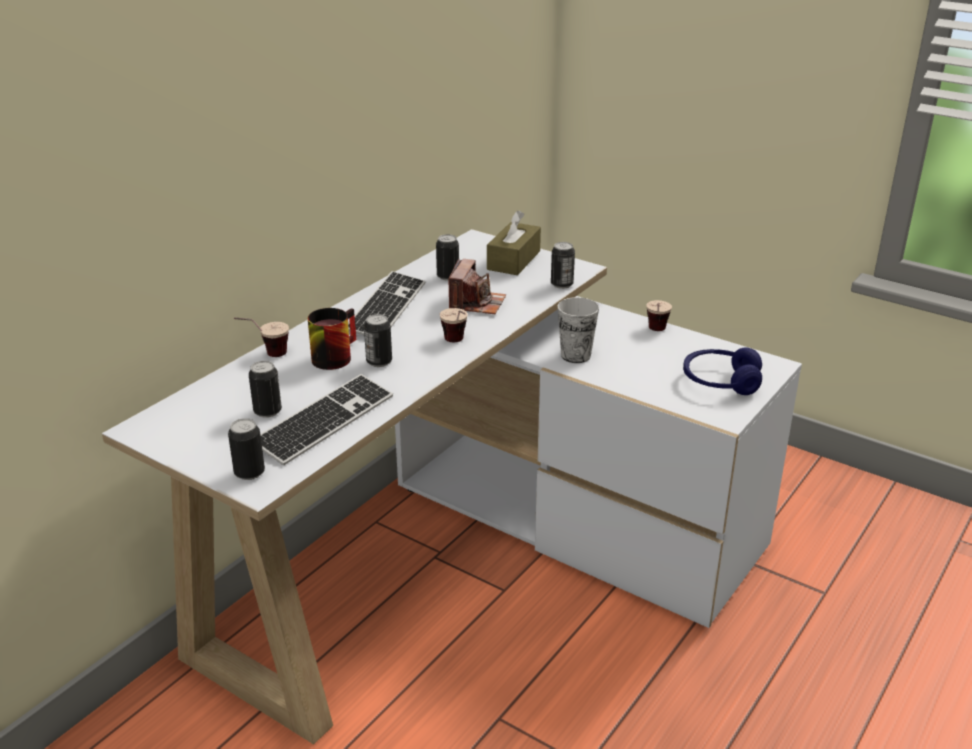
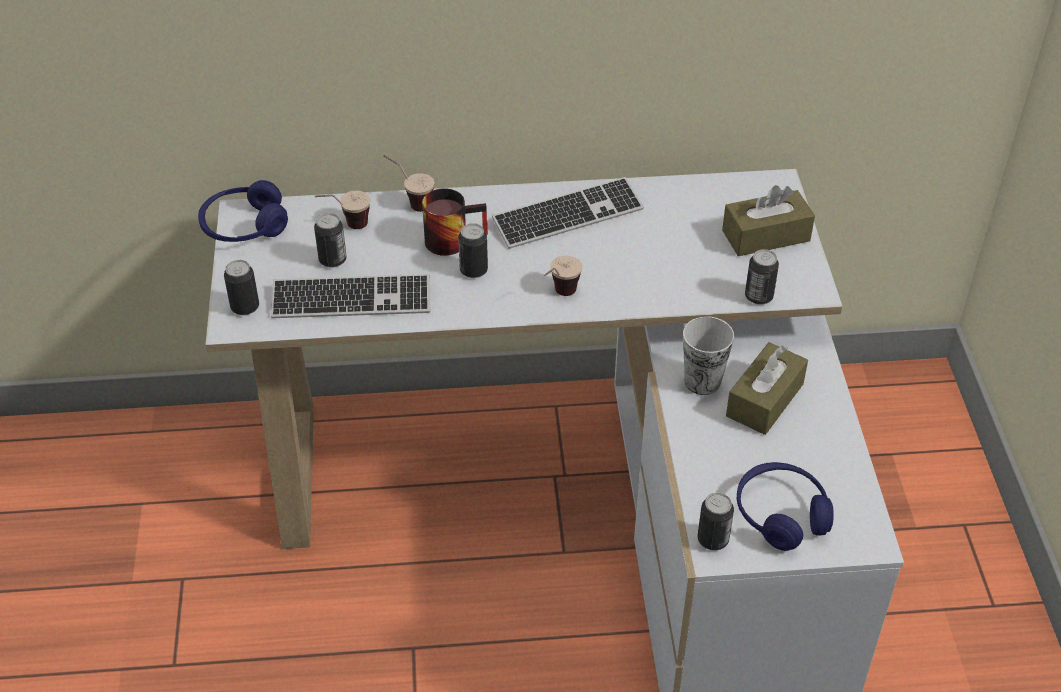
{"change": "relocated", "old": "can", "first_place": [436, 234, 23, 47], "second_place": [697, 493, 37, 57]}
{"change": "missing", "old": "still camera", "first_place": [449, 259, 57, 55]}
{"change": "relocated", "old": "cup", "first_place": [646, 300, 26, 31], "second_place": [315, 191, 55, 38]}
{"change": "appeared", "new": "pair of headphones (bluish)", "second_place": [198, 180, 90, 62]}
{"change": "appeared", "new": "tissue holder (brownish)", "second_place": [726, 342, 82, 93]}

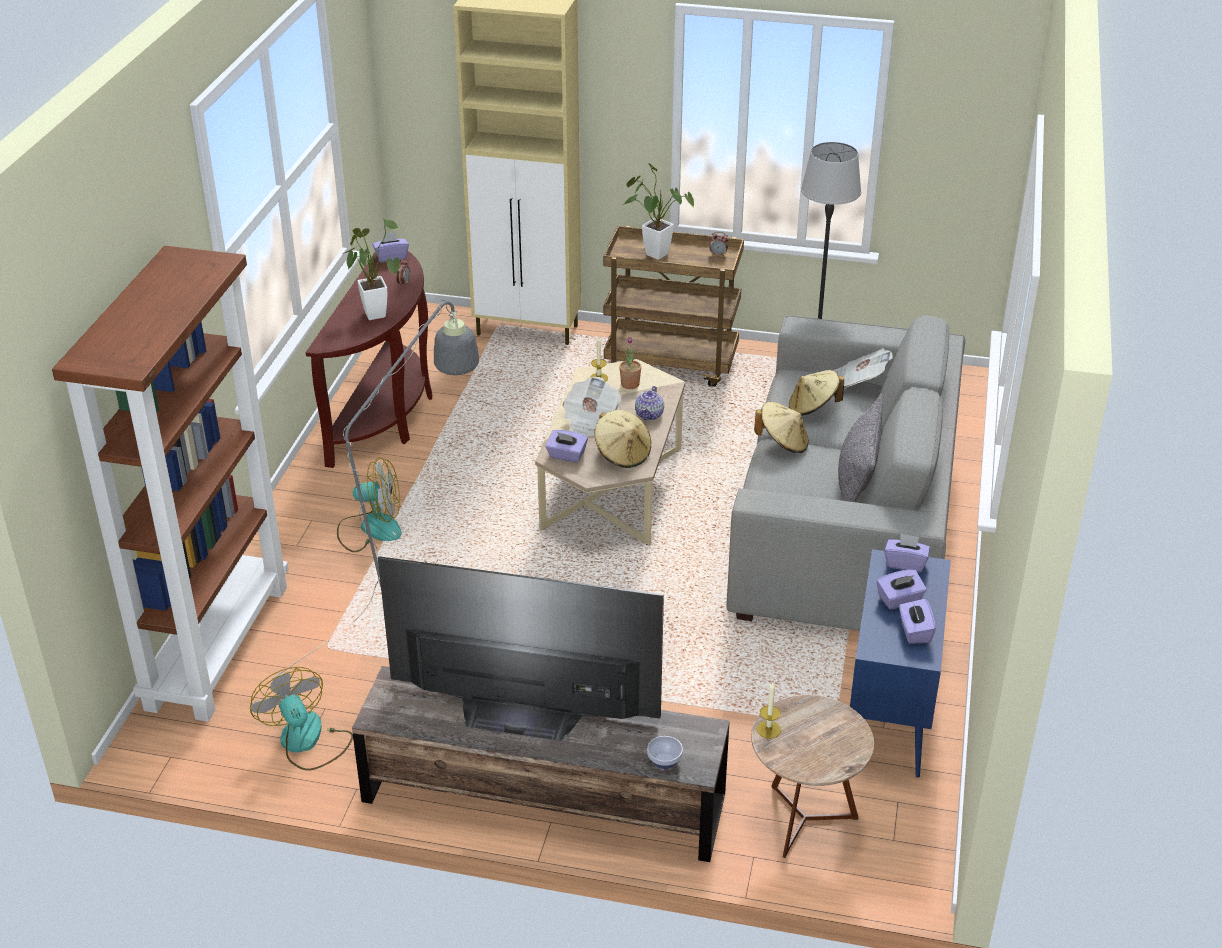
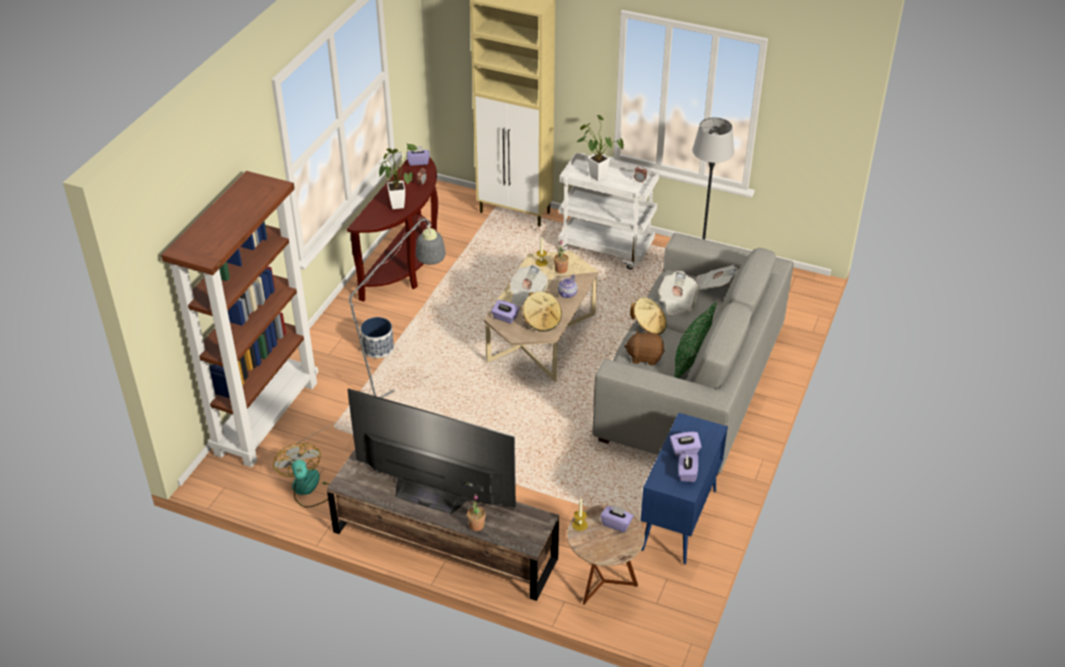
{"change": "colour", "old": "cart (brownish)", "new": "cart (white-coloured)", "first_place": [603, 226, 141, 161], "second_place": [559, 153, 101, 117]}
{"change": "exchanged", "old": "clothing hat (beige-coloured)", "new": "newspaper", "first_place": [789, 370, 55, 46], "second_place": [658, 271, 41, 44]}
{"change": "colour", "old": "throw pillow (gray)", "new": "throw pillow (greenish)", "first_place": [838, 393, 46, 109], "second_place": [675, 302, 42, 76]}
{"change": "exchanged", "old": "cooling fan", "new": "flower pot", "first_place": [337, 457, 65, 95], "second_place": [360, 317, 34, 41]}
{"change": "relocated", "old": "tissue holder (purplish)", "first_place": [884, 533, 46, 39], "second_place": [600, 505, 34, 28]}
{"change": "missing", "old": "bowl", "first_place": [647, 736, 36, 33]}
{"change": "appeared", "new": "cuddly toy (brownish)", "second_place": [624, 330, 41, 36]}
{"change": "appeared", "new": "houseplant", "second_place": [467, 494, 19, 37]}

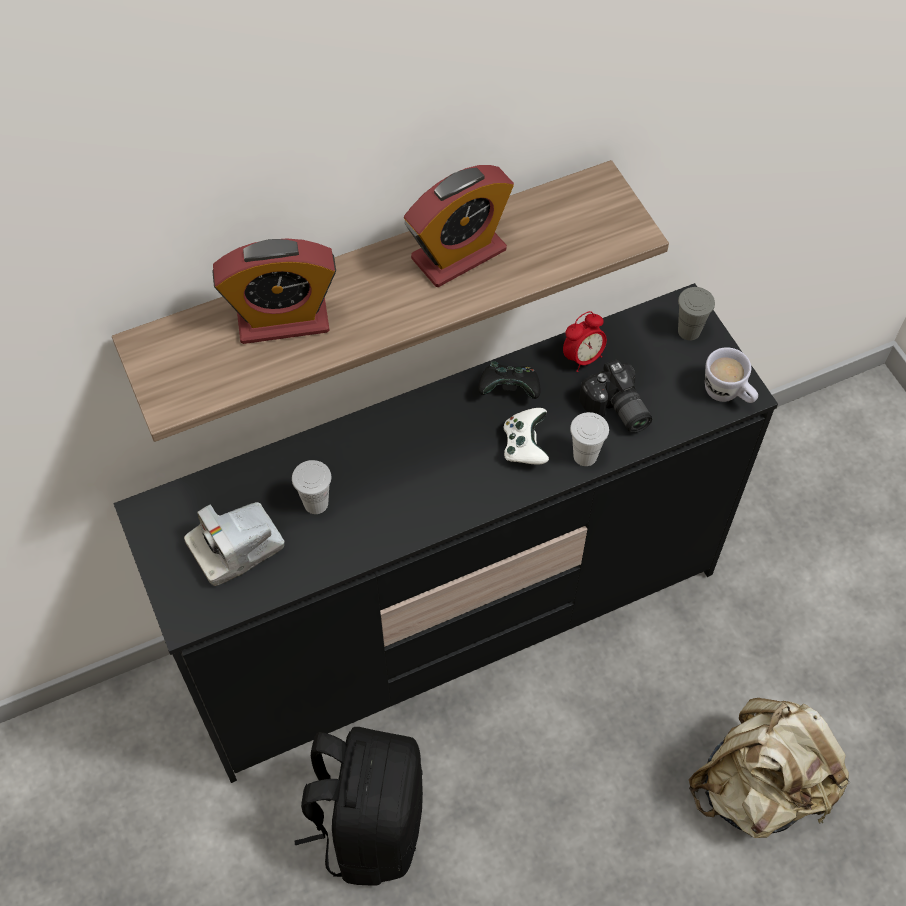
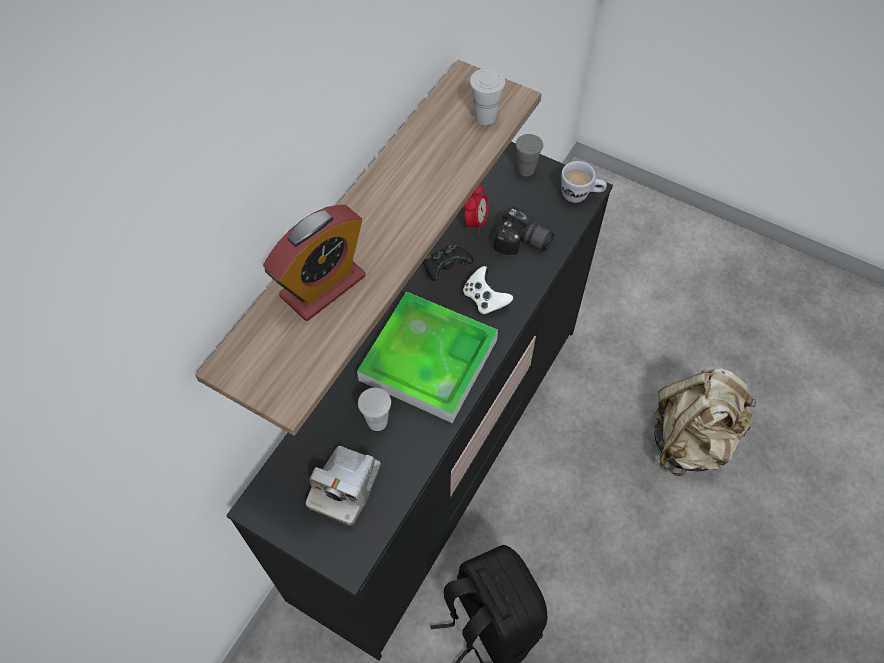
{"change": "missing", "old": "table clock", "first_place": [404, 165, 110, 122]}
{"change": "relocated", "old": "cup (white-coloured)", "first_place": [570, 412, 39, 54], "second_place": [470, 68, 36, 57]}
{"change": "appeared", "new": "carrying tray", "second_place": [357, 291, 141, 132]}

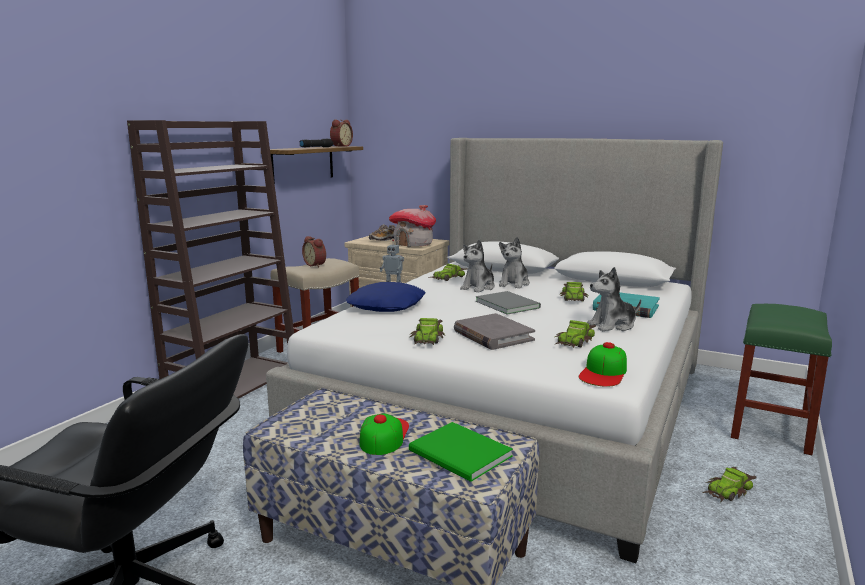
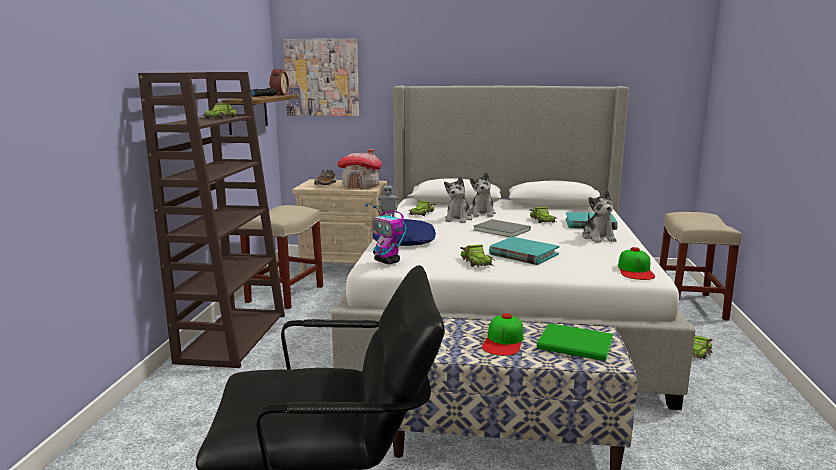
{"change": "missing", "old": "table clock", "first_place": [302, 236, 24, 31]}
{"change": "spun", "old": "cuddly toy", "first_place": [587, 267, 54, 65], "second_place": [582, 190, 35, 53], "degrees": -60}
{"change": "colour", "old": "stool (greenish)", "new": "stool (beige-coloured)", "first_place": [731, 304, 101, 151], "second_place": [659, 212, 82, 109]}
{"change": "colour", "old": "book (gray)", "new": "book (turquoise)", "first_place": [454, 313, 81, 37], "second_place": [489, 237, 70, 28]}
{"change": "relocated", "old": "toy car", "first_place": [554, 320, 42, 28], "second_place": [202, 103, 36, 16]}
{"change": "spun", "old": "cap", "first_place": [360, 413, 49, 42], "second_place": [482, 313, 41, 43], "degrees": -150}
{"change": "appeared", "new": "picture", "second_place": [283, 39, 76, 77]}
{"change": "appeared", "new": "model robot", "second_place": [365, 203, 41, 61]}

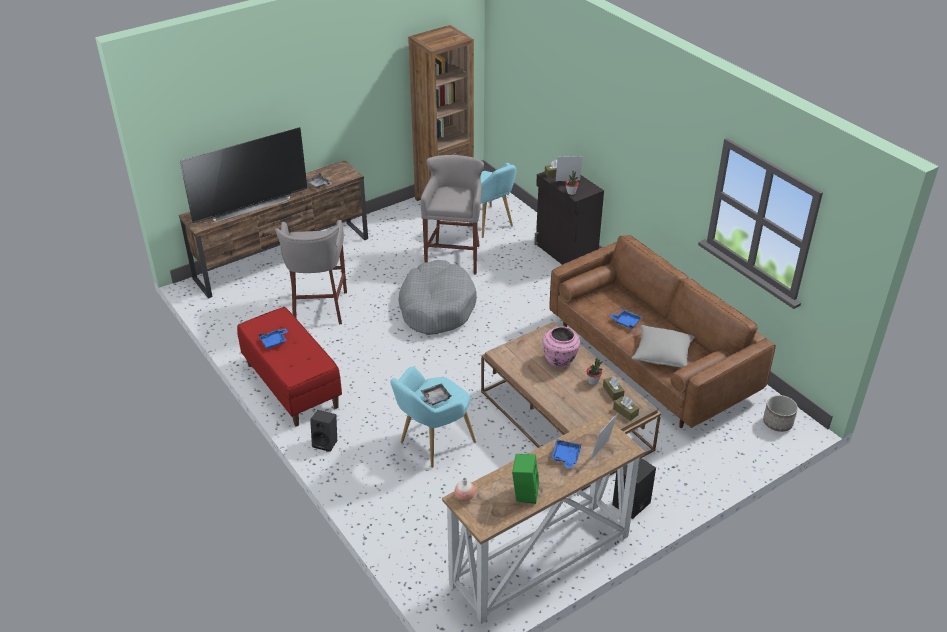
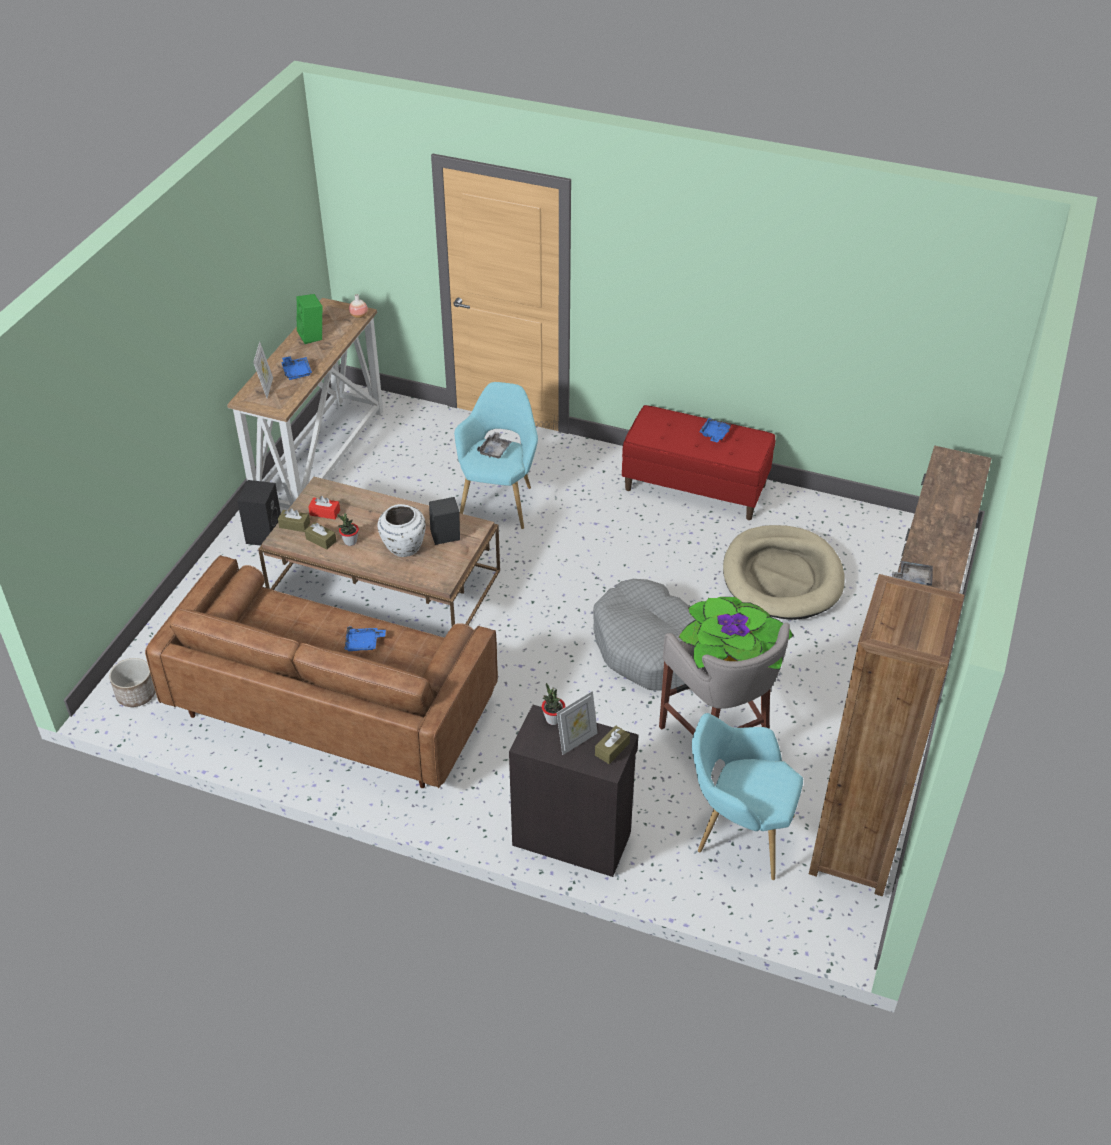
{"change": "missing", "old": "TV set", "first_place": [180, 127, 128, 96]}
{"change": "exchanged", "old": "stool (gray)", "new": "pet bed (beige-coloured)", "first_place": [275, 220, 72, 104], "second_place": [723, 525, 122, 95]}
{"change": "missing", "old": "throw pillow (gray)", "first_place": [632, 325, 63, 43]}
{"change": "colour", "old": "flower vase (pink-coloured)", "new": "flower vase (white-coloured)", "first_place": [542, 326, 38, 42], "second_place": [378, 504, 48, 53]}
{"change": "relocated", "old": "speaker (blackish)", "first_place": [310, 410, 27, 42], "second_place": [429, 497, 31, 48]}
{"change": "appeared", "new": "tissue holder (red)", "second_place": [308, 496, 32, 23]}
{"change": "appeared", "new": "houseplant", "second_place": [679, 597, 115, 73]}

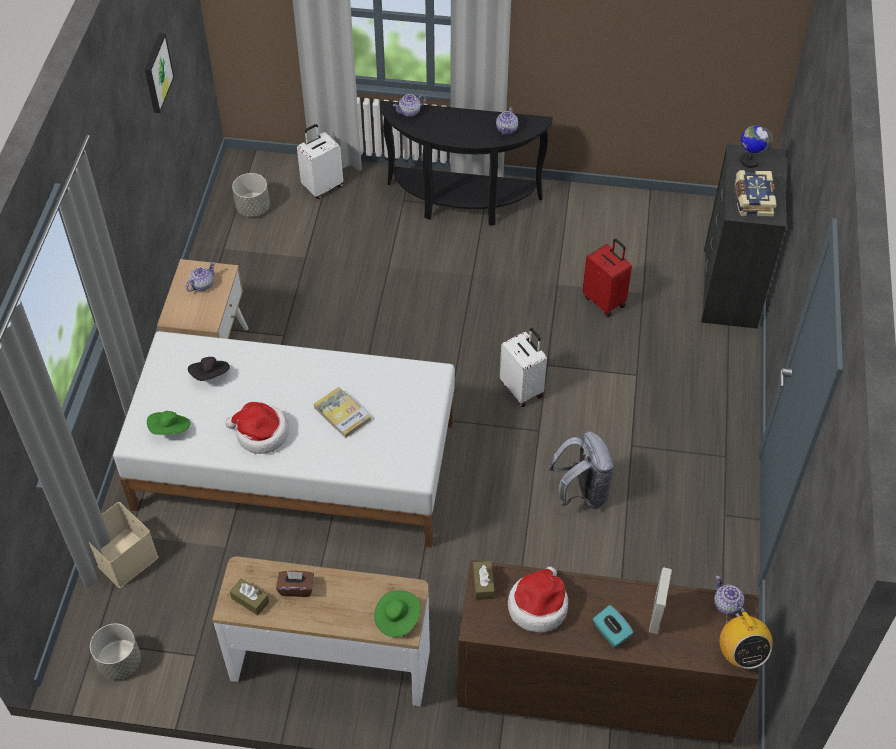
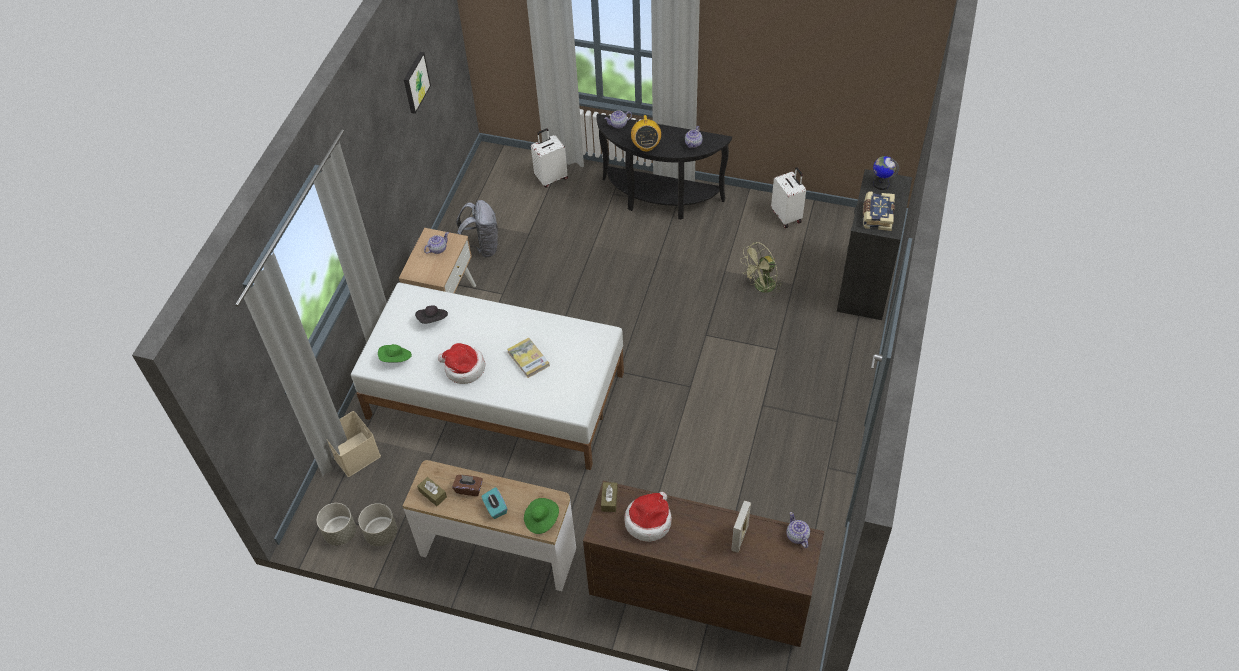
{"change": "relocated", "old": "flower pot (gray)", "first_place": [232, 173, 38, 44], "second_place": [358, 503, 39, 43]}
{"change": "exchanged", "old": "suitcase (red)", "new": "cooling fan (greenish)", "first_place": [582, 238, 50, 79], "second_place": [740, 242, 43, 55]}
{"change": "relocated", "old": "suitcase (white-coloured)", "first_place": [500, 328, 47, 79], "second_place": [771, 167, 35, 61]}
{"change": "relocated", "old": "knapsack (gray)", "first_place": [548, 431, 67, 78], "second_place": [456, 200, 42, 58]}
{"change": "relocated", "old": "tissue holder (turquoise)", "first_place": [593, 605, 41, 43], "second_place": [481, 487, 26, 32]}
{"change": "relocated", "old": "radio receiver", "first_place": [720, 611, 53, 58], "second_place": [631, 115, 30, 37]}

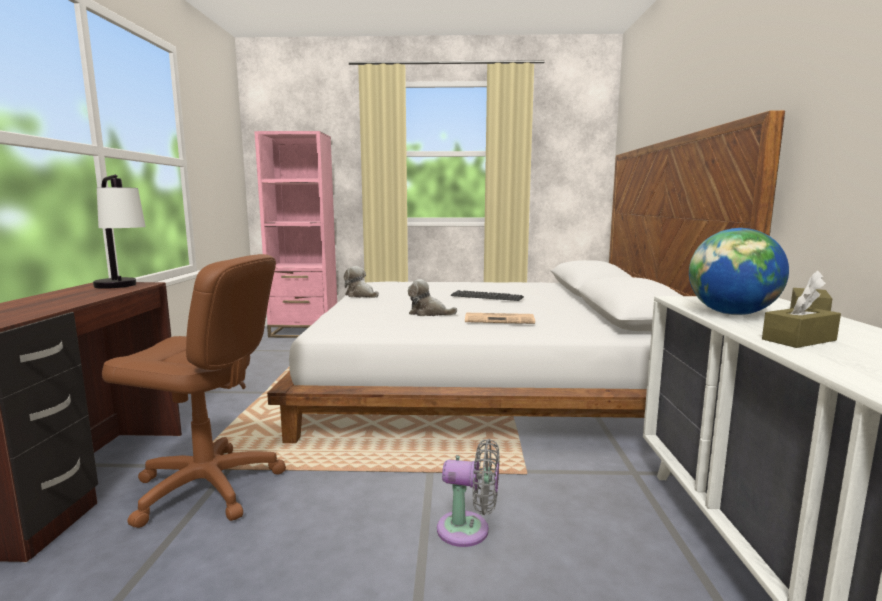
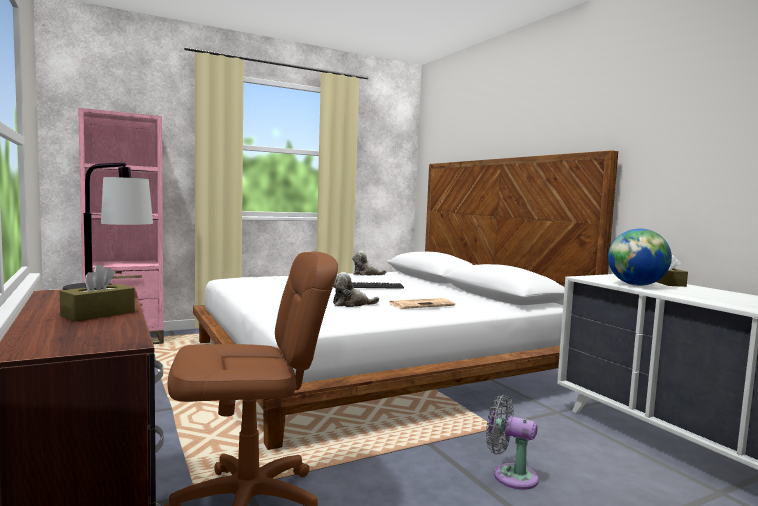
{"change": "relocated", "old": "cuddly toy", "first_place": [344, 266, 35, 32], "second_place": [352, 251, 34, 25]}
{"change": "relocated", "old": "tissue holder (brownish)", "first_place": [762, 286, 79, 62], "second_place": [60, 265, 75, 57]}
{"change": "spun", "old": "cooling fan (gray)", "first_place": [437, 439, 62, 108], "second_place": [486, 395, 53, 95], "degrees": -135}

